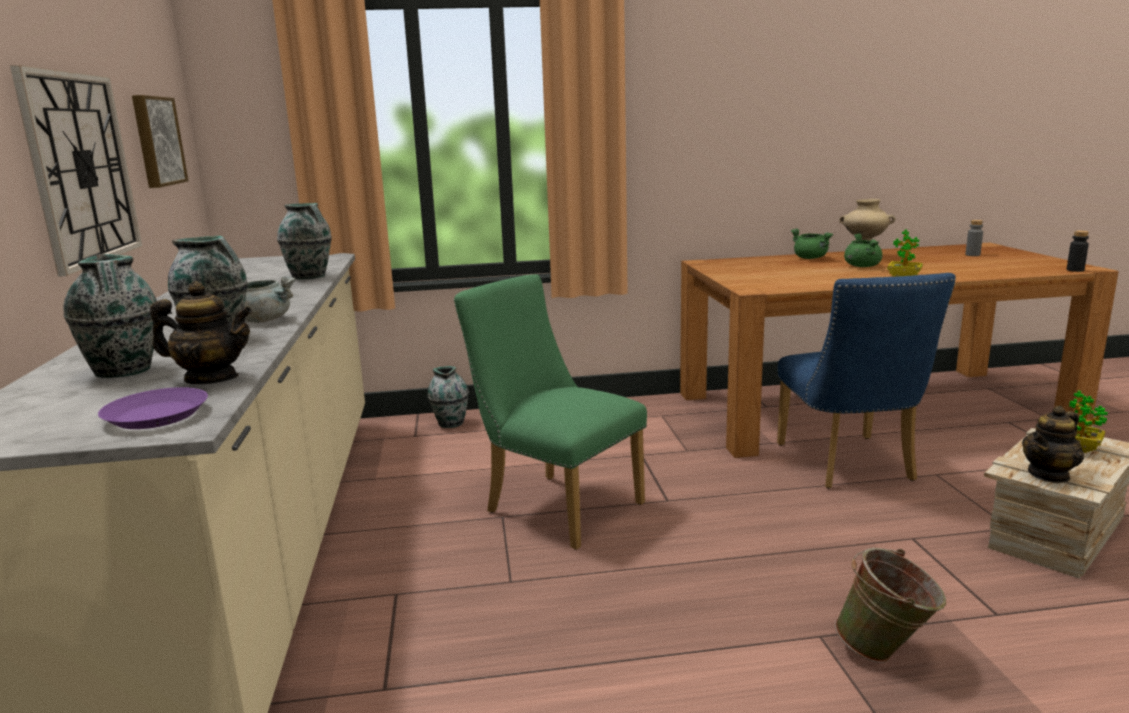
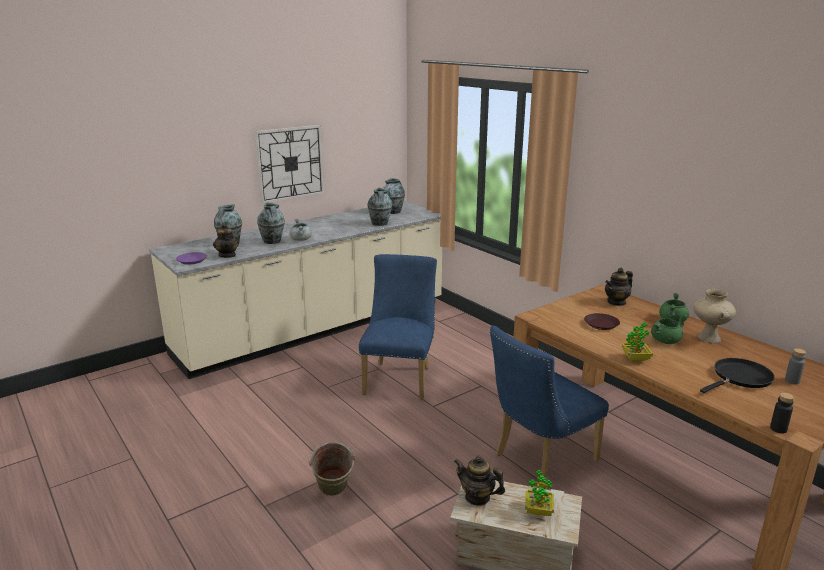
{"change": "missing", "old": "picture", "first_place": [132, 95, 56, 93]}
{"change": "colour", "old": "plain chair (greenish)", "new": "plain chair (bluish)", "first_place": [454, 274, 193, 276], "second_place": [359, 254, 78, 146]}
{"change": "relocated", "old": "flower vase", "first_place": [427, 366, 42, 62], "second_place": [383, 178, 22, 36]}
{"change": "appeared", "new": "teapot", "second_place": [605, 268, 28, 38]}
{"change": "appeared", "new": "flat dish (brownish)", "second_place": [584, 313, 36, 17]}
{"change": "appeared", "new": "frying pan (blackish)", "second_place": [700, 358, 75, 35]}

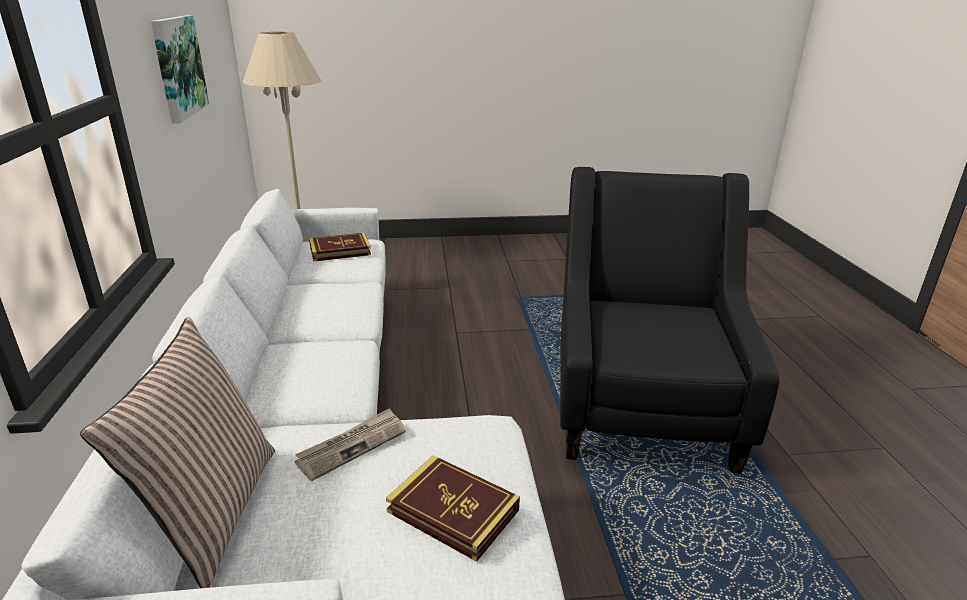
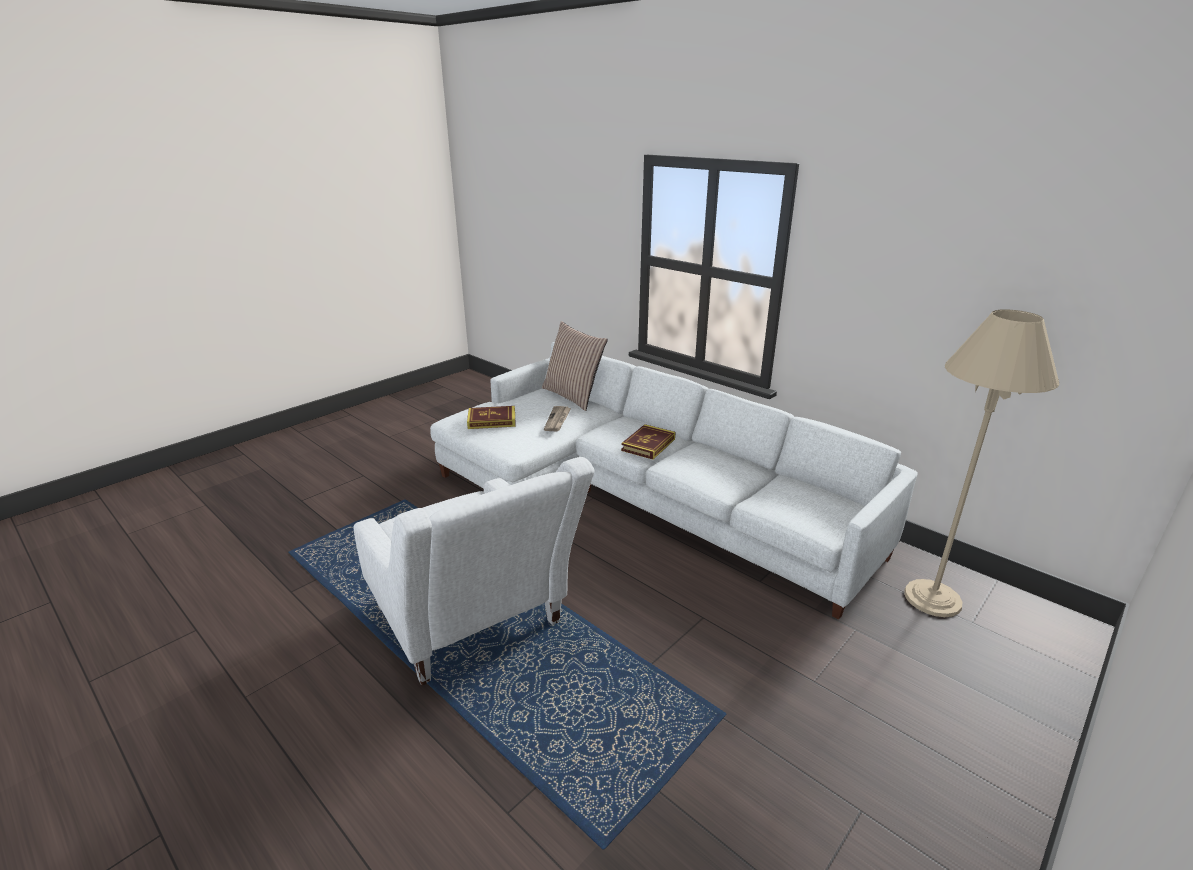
{"change": "missing", "old": "picture", "first_place": [151, 15, 58, 109]}
{"change": "colour", "old": "armchair (blackish)", "new": "armchair (white-coloured)", "first_place": [560, 167, 220, 306], "second_place": [353, 457, 242, 228]}
{"change": "relocated", "old": "book", "first_place": [309, 233, 62, 29], "second_place": [621, 424, 54, 36]}

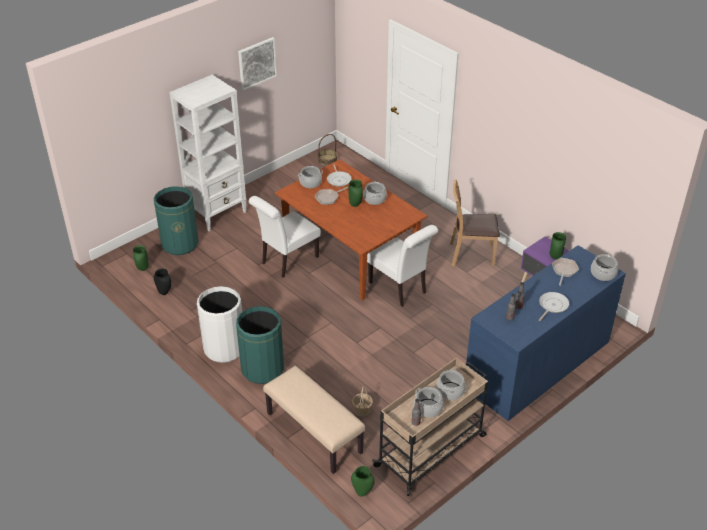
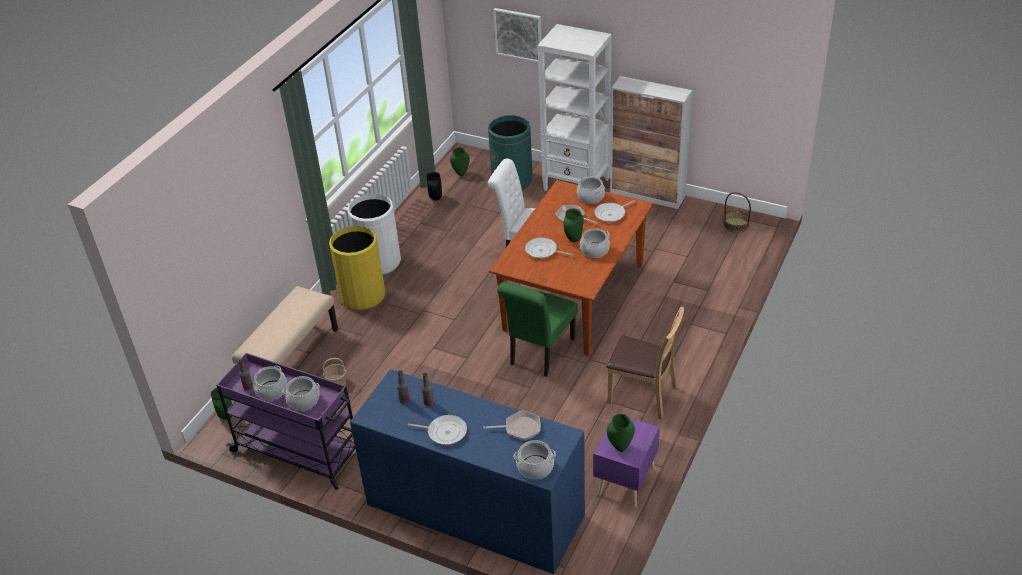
{"change": "relocated", "old": "picture", "first_place": [238, 37, 39, 54], "second_place": [494, 8, 48, 54]}
{"change": "spun", "old": "plain chair (brownish)", "first_place": [450, 180, 50, 86], "second_place": [606, 307, 78, 113], "degrees": 135}
{"change": "colour", "old": "plain chair (white-coloured)", "new": "plain chair (greenish)", "first_place": [367, 225, 71, 82], "second_place": [497, 282, 81, 95]}
{"change": "colour", "old": "trash can (greenish)", "new": "trash can (yellowish)", "first_place": [236, 306, 48, 78], "second_place": [329, 226, 56, 84]}
{"change": "colour", "old": "cart (beige-coloured)", "new": "cart (purplish)", "first_place": [372, 358, 116, 138], "second_place": [216, 353, 139, 137]}
{"change": "appeared", "new": "storage cabinet", "second_place": [610, 76, 82, 133]}
{"change": "appeared", "new": "frying pan", "second_place": [525, 238, 48, 21]}

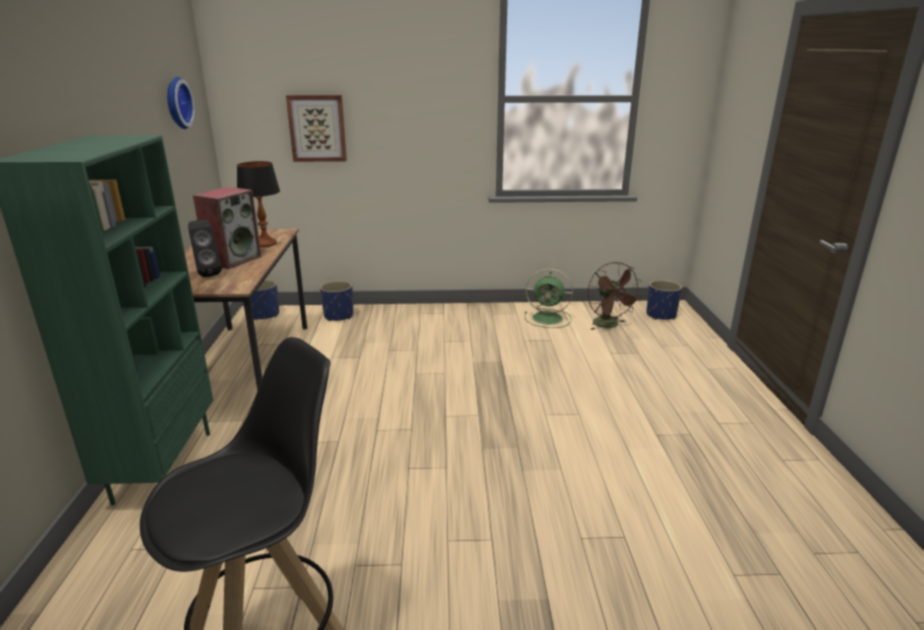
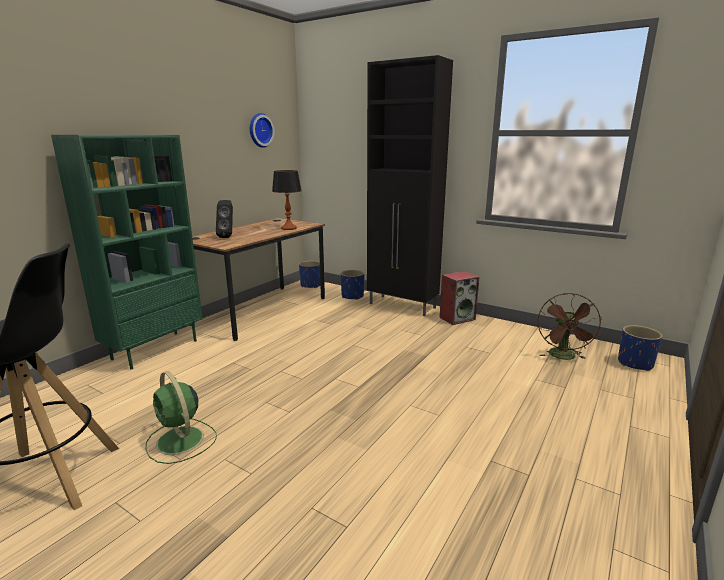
{"change": "missing", "old": "picture", "first_place": [286, 95, 61, 67]}
{"change": "relocated", "old": "speaker", "first_place": [193, 187, 69, 82], "second_place": [439, 271, 40, 54]}
{"change": "relocated", "old": "cooling fan (greenish)", "first_place": [525, 268, 48, 60], "second_place": [145, 371, 72, 93]}
{"change": "appeared", "new": "storage cabinet (blackish)", "second_place": [367, 55, 86, 261]}

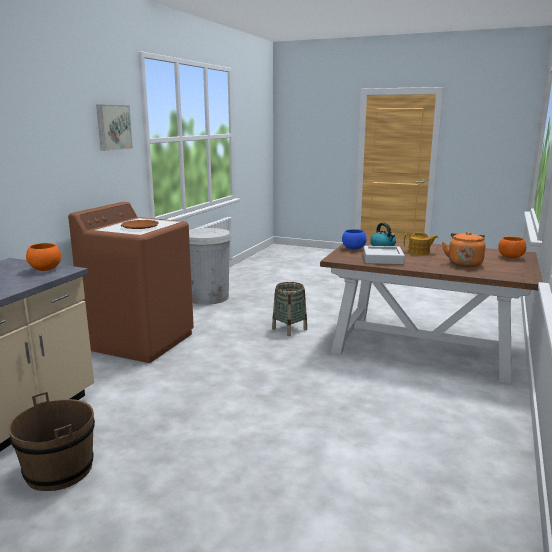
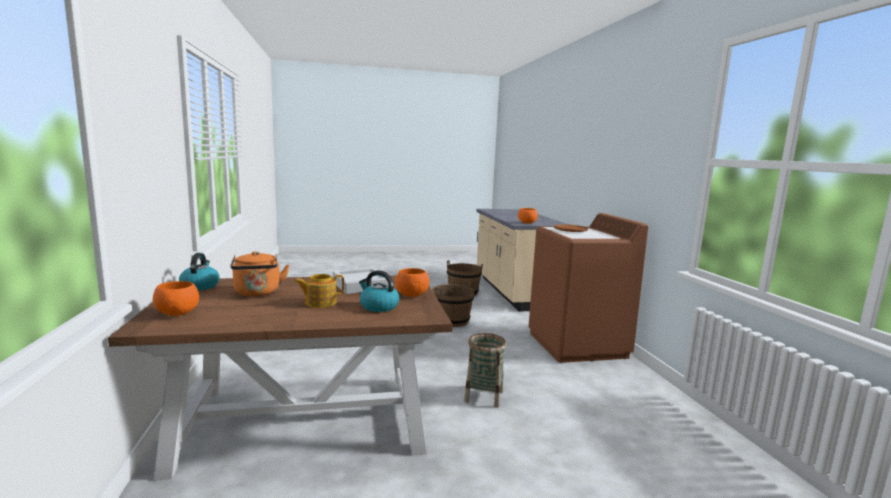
{"change": "missing", "old": "picture", "first_place": [96, 105, 37, 46]}
{"change": "missing", "old": "trash can (white-coloured)", "first_place": [189, 228, 43, 77]}
{"change": "colour", "old": "bowl (bluish)", "new": "bowl (orange)", "first_place": [342, 229, 25, 21], "second_place": [395, 268, 34, 29]}
{"change": "appeared", "new": "tea kettle", "second_place": [179, 253, 41, 37]}
{"change": "appeared", "new": "bucket (brownish)", "second_place": [432, 280, 42, 47]}

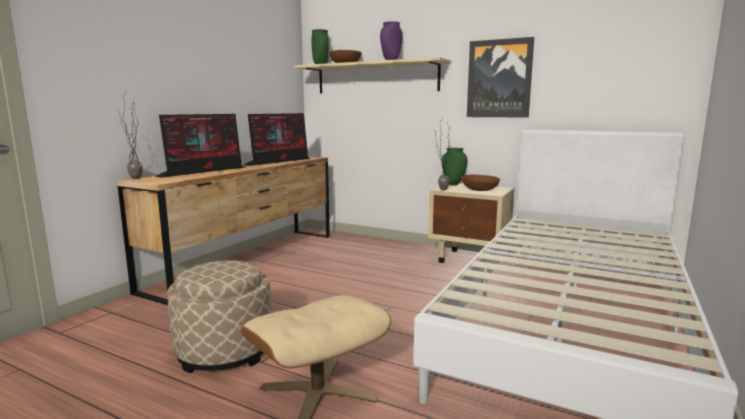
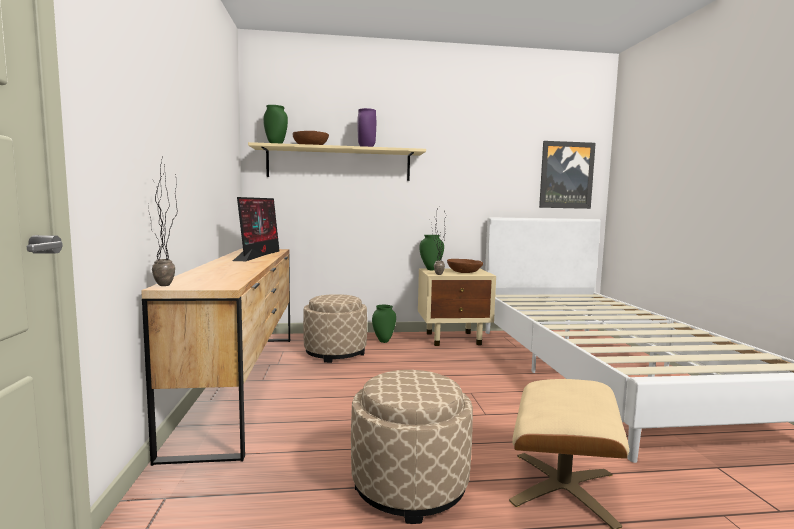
{"change": "relocated", "old": "picture", "first_place": [467, 37, 67, 81], "second_place": [539, 141, 57, 68]}
{"change": "missing", "old": "computer display", "first_place": [154, 114, 91, 64]}
{"change": "appeared", "new": "ottoman (beige-coloured)", "second_place": [303, 294, 64, 69]}
{"change": "appeared", "new": "flower vase (greenish)", "second_place": [372, 305, 24, 38]}

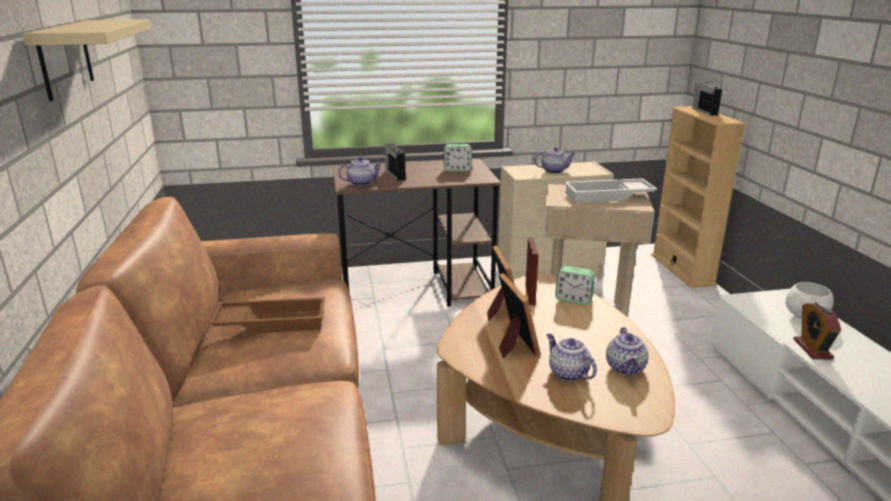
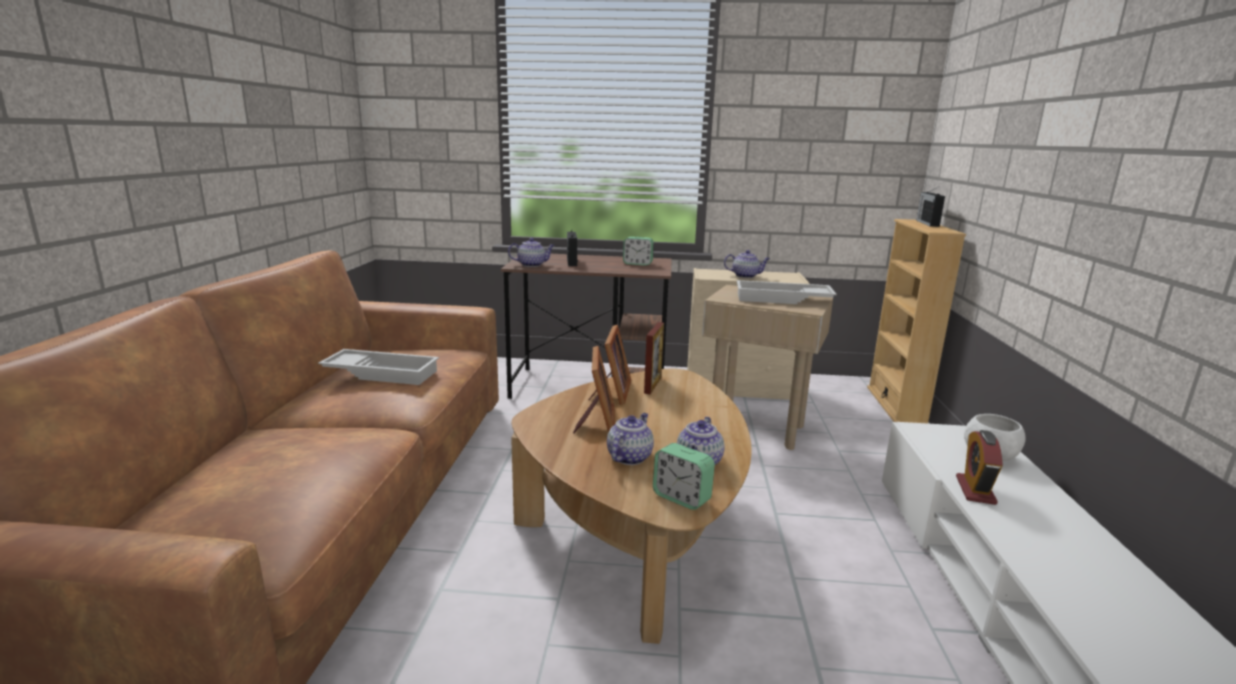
{"change": "missing", "old": "wall shelf (beige-coloured)", "first_place": [23, 19, 128, 82]}
{"change": "relocated", "old": "table clock", "first_place": [555, 266, 40, 39], "second_place": [653, 443, 62, 67]}
{"change": "colour", "old": "carrying tray (brownish)", "new": "carrying tray (white-coloured)", "first_place": [209, 297, 116, 36], "second_place": [318, 349, 121, 36]}
{"change": "spun", "old": "teapot", "first_place": [547, 334, 50, 48], "second_place": [607, 413, 47, 52], "degrees": 45}

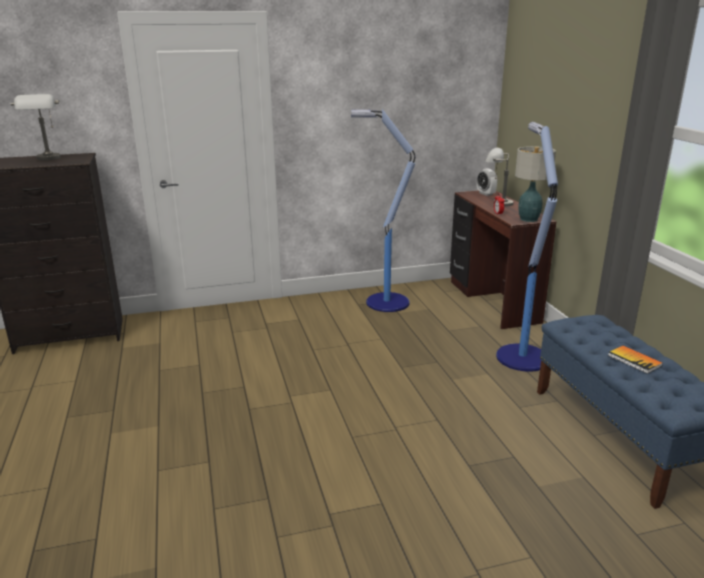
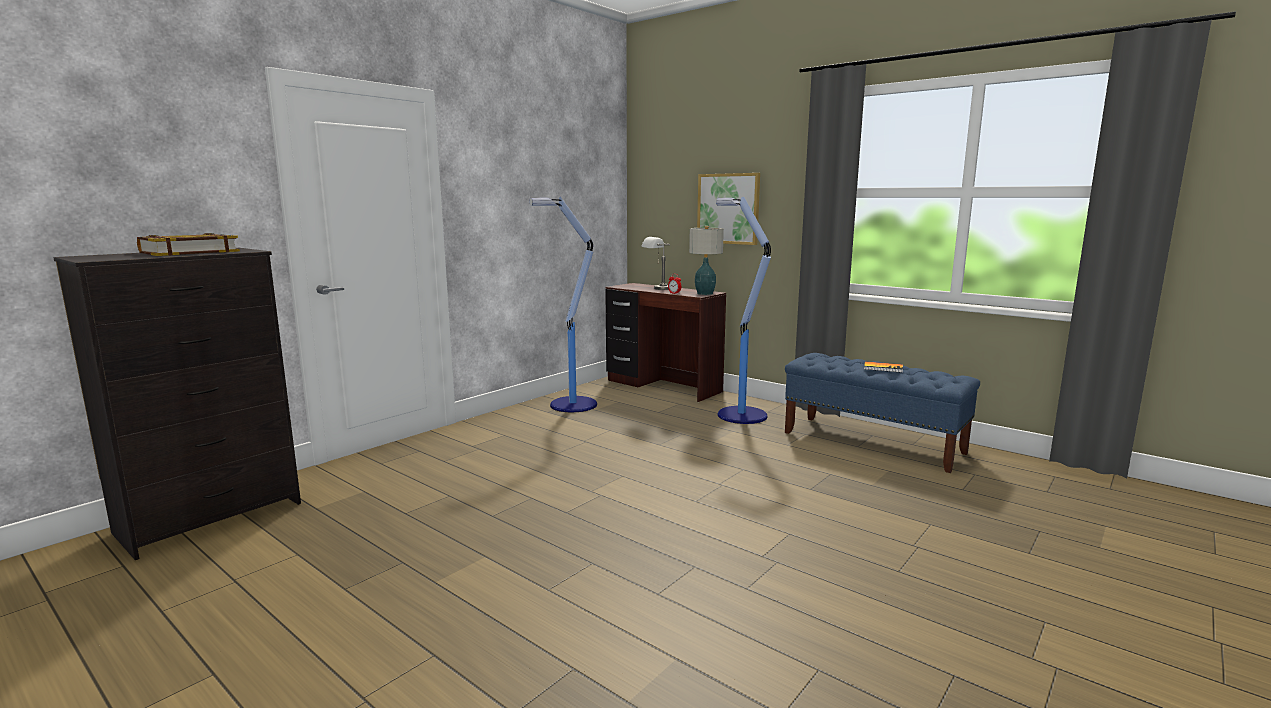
{"change": "exchanged", "old": "lamp for a table (gray)", "new": "book", "first_place": [11, 94, 50, 66], "second_place": [137, 233, 103, 23]}
{"change": "missing", "old": "table clock", "first_place": [477, 168, 21, 28]}
{"change": "appeared", "new": "picture", "second_place": [697, 173, 63, 72]}

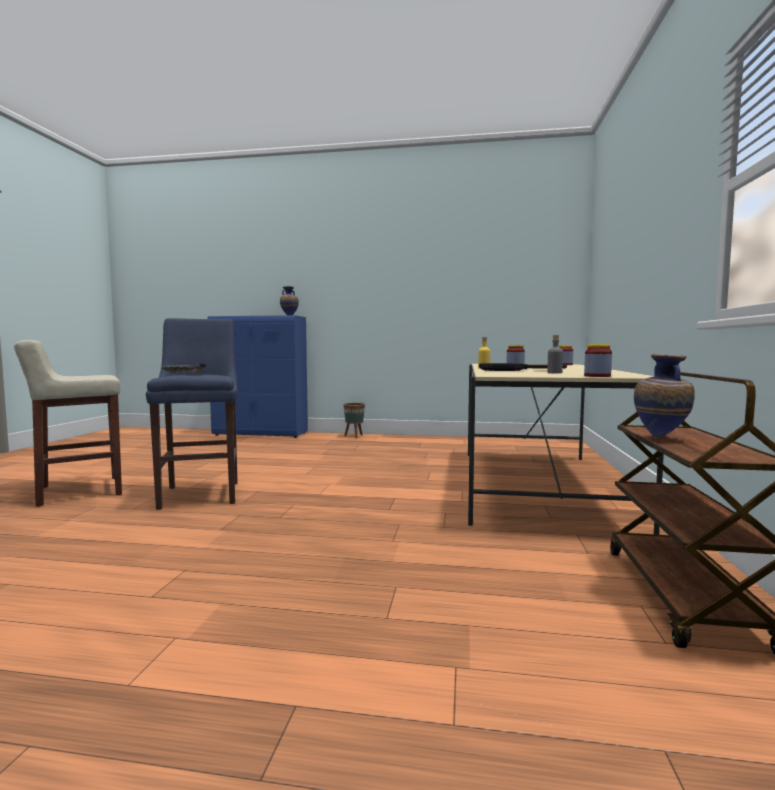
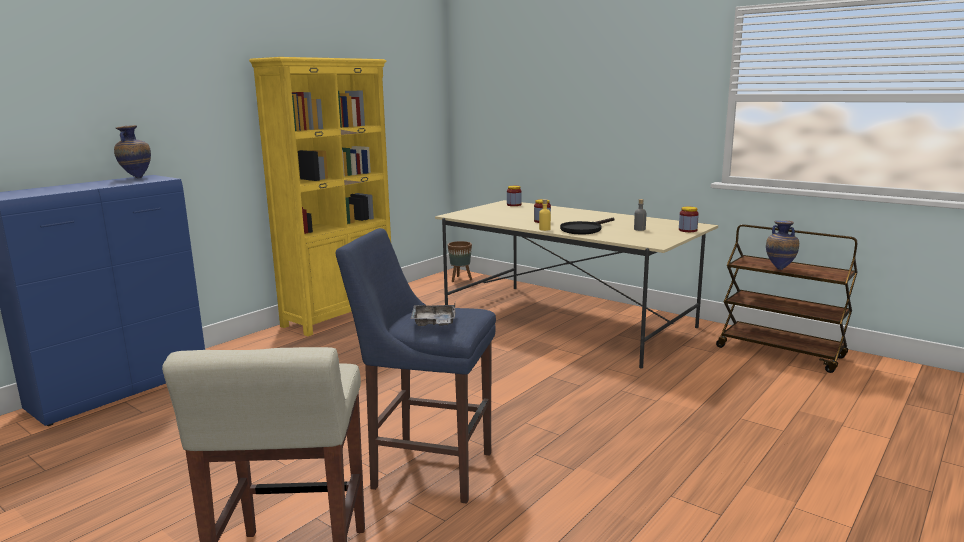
{"change": "relocated", "old": "flower pot (brownish)", "first_place": [343, 403, 22, 36], "second_place": [448, 241, 24, 41]}
{"change": "appeared", "new": "bookcase (yellowish)", "second_place": [249, 57, 142, 279]}

